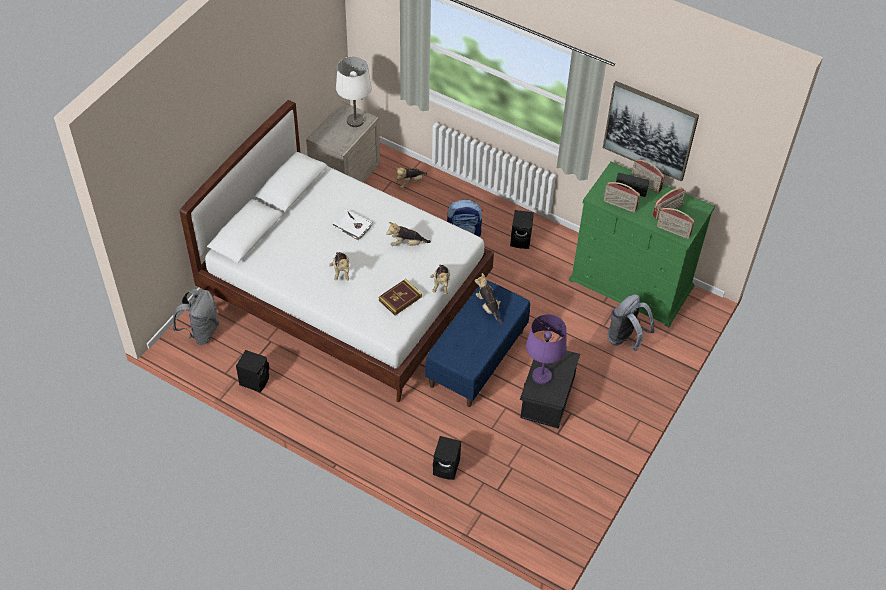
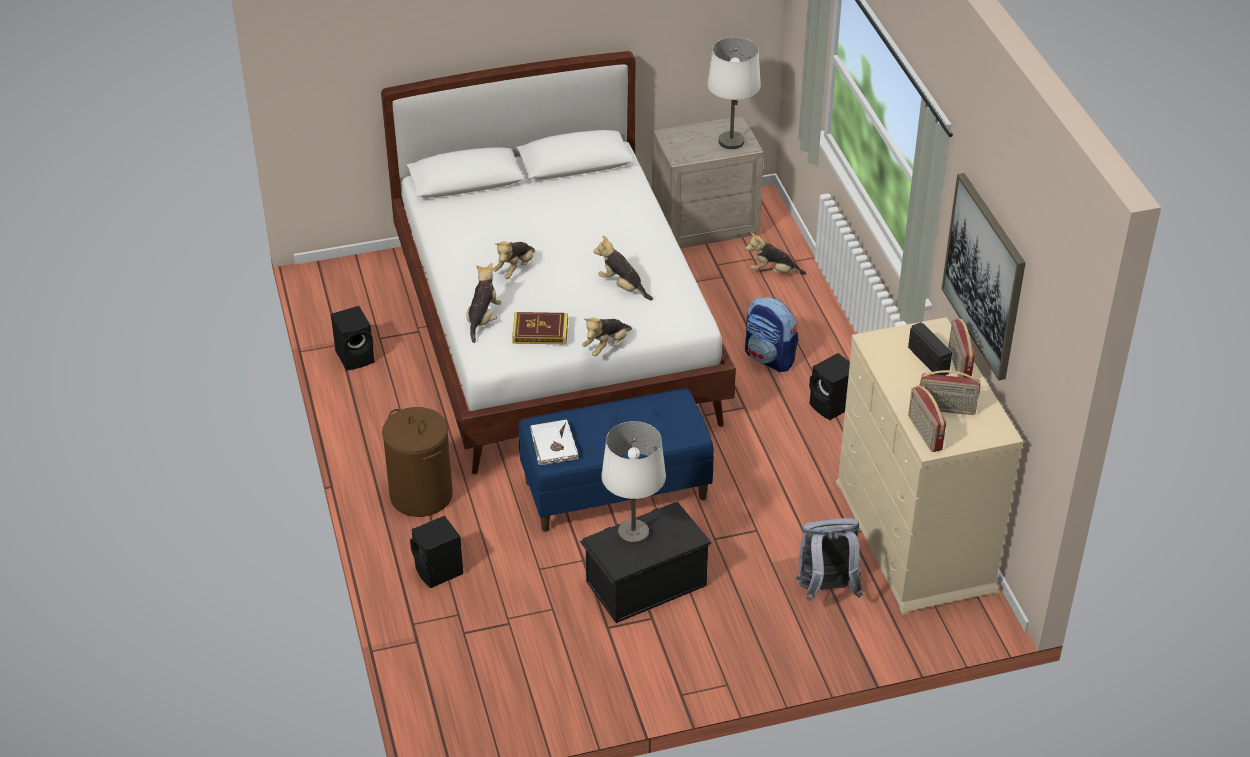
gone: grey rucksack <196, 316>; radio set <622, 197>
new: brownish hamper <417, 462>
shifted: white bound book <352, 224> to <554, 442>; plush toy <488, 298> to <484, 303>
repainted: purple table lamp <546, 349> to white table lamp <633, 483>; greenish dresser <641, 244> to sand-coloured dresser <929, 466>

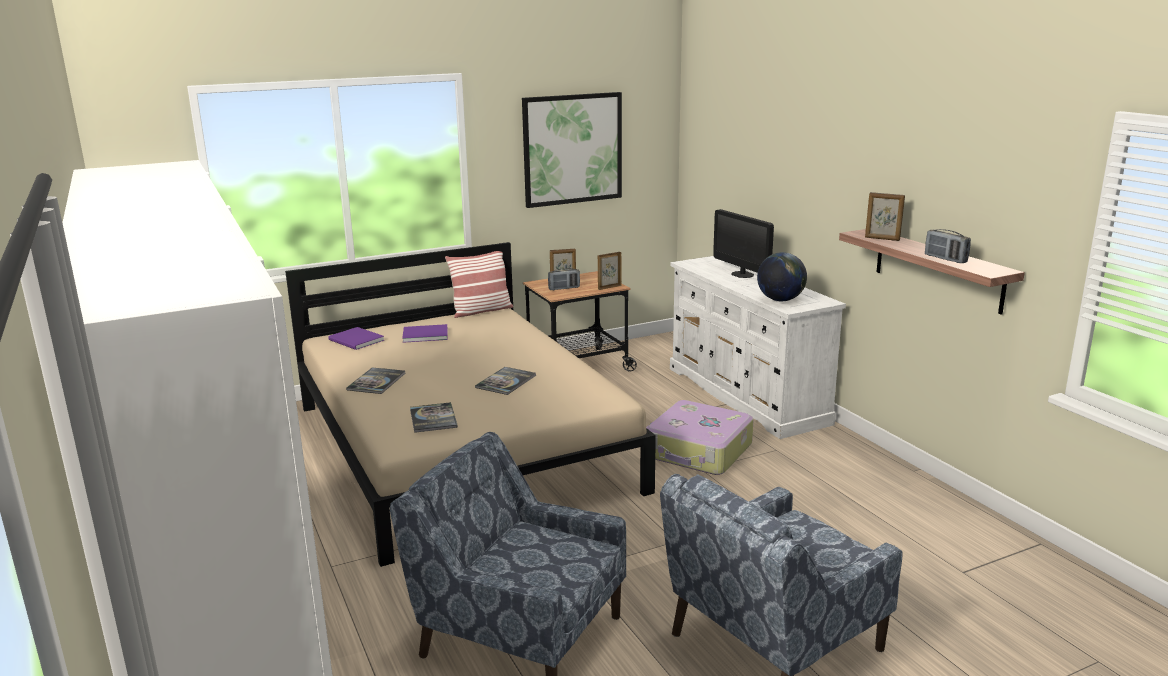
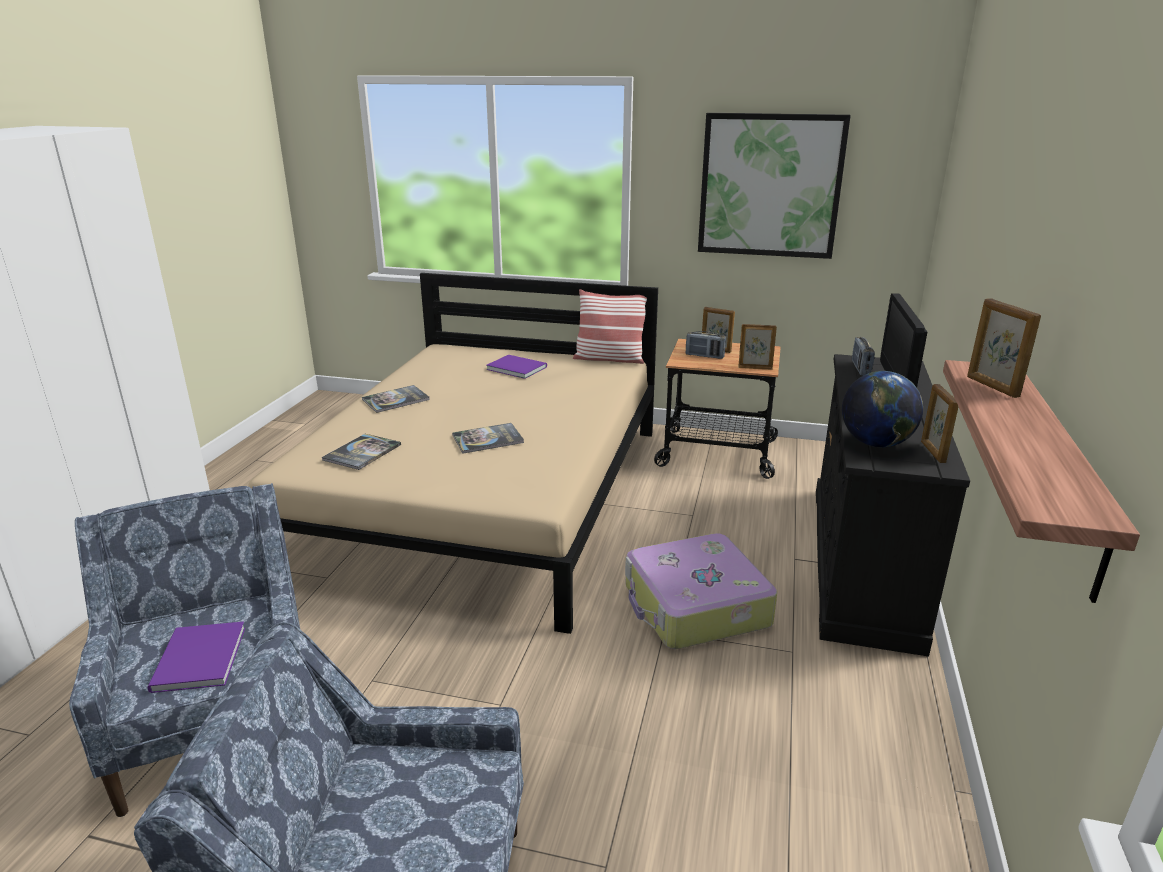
new: picture frame <939, 423>
shifted: purple bound book <356, 338> to <196, 657>; radio set <948, 246> to <863, 356>
repainted: white dresser <758, 347> to black-coloured dresser <893, 505>

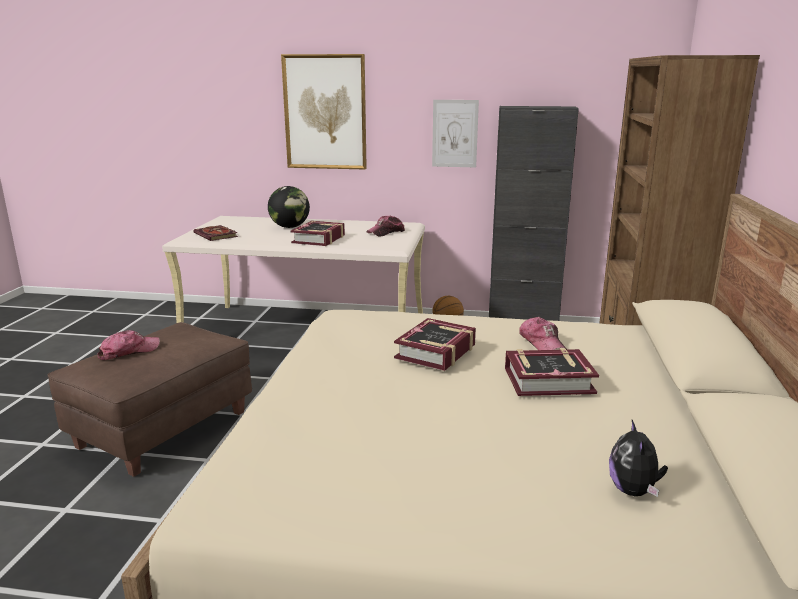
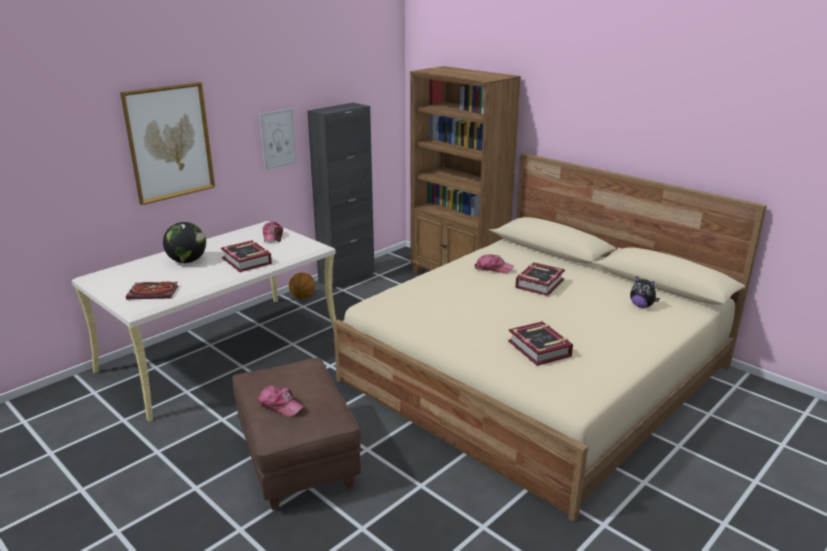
shifted: bound book <435, 344> to <540, 343>
rotated: baseball cap <128, 345> = <281, 401> 120 degrees clockwise

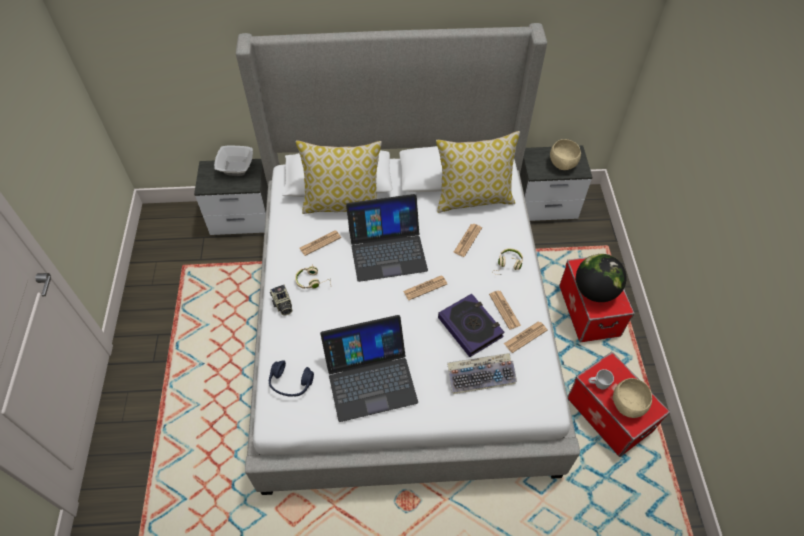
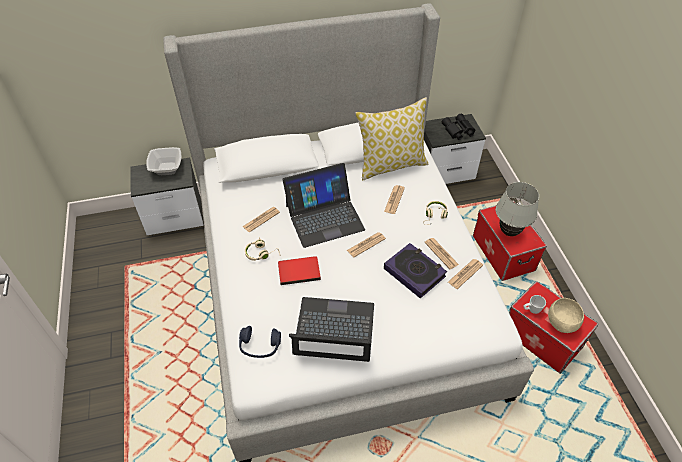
gone: still camera <281, 299>; pillow <339, 177>; PC keyboard <482, 373>
new: red bound book <299, 270>
swapped: sand-coloured deep dish <565, 154> to black-coloured field glasses <458, 127>; globe <601, 278> to white table lamp <517, 209>
rotated: notebook computer <369, 368> = <331, 329> 150 degrees counterclockwise

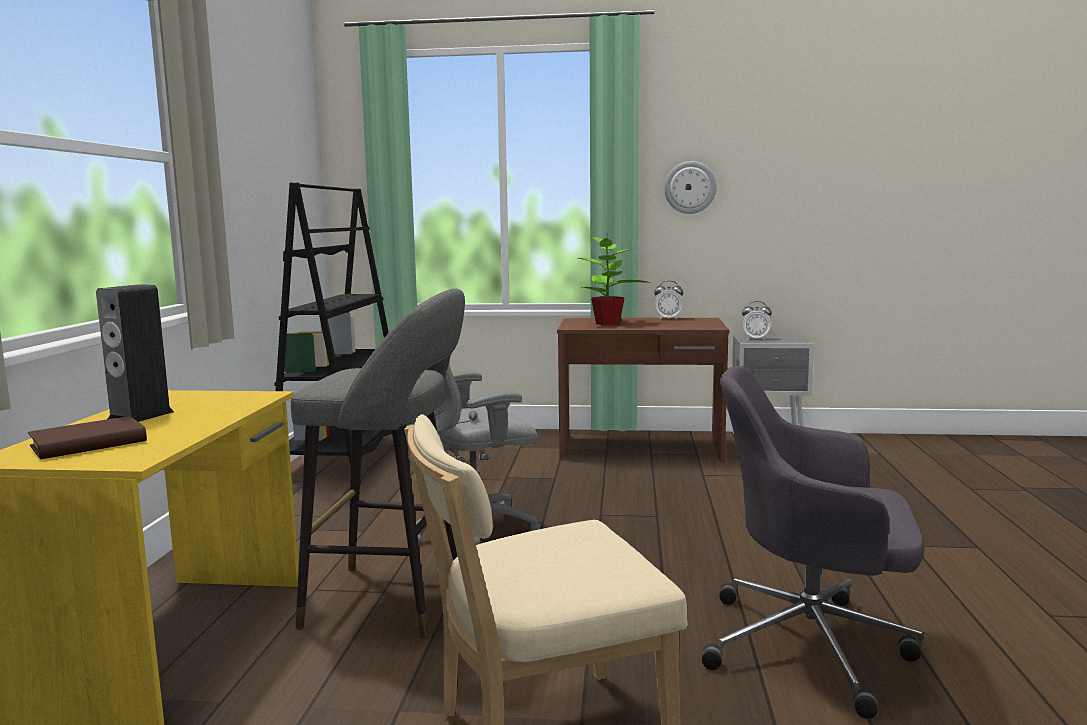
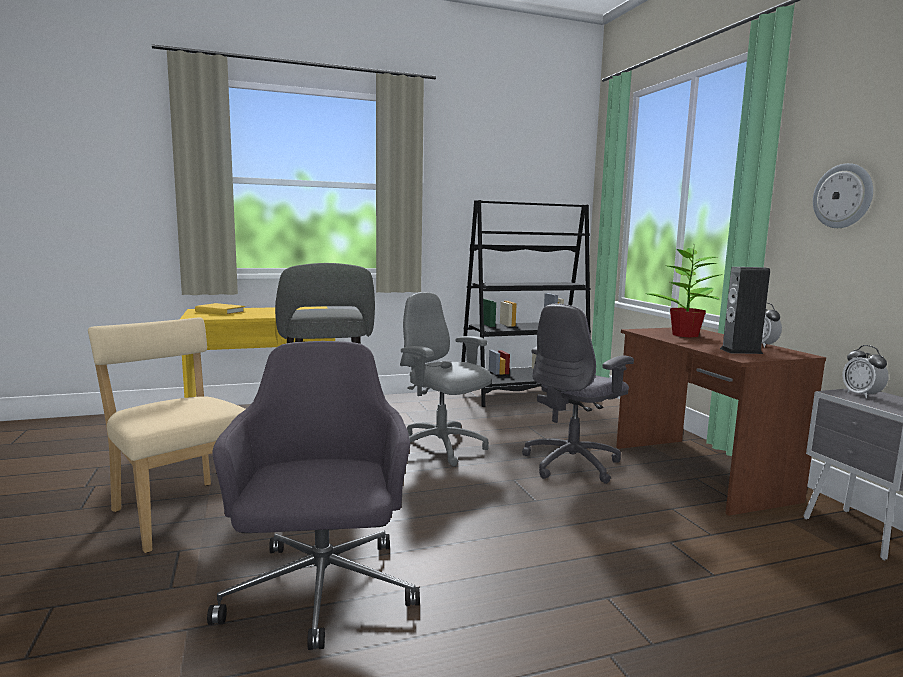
new: grey office chair <578, 394>
shifted: audio speaker <135, 353> to <745, 310>
repainted: brownish bound book <87, 437> to yellowish bound book <220, 309>

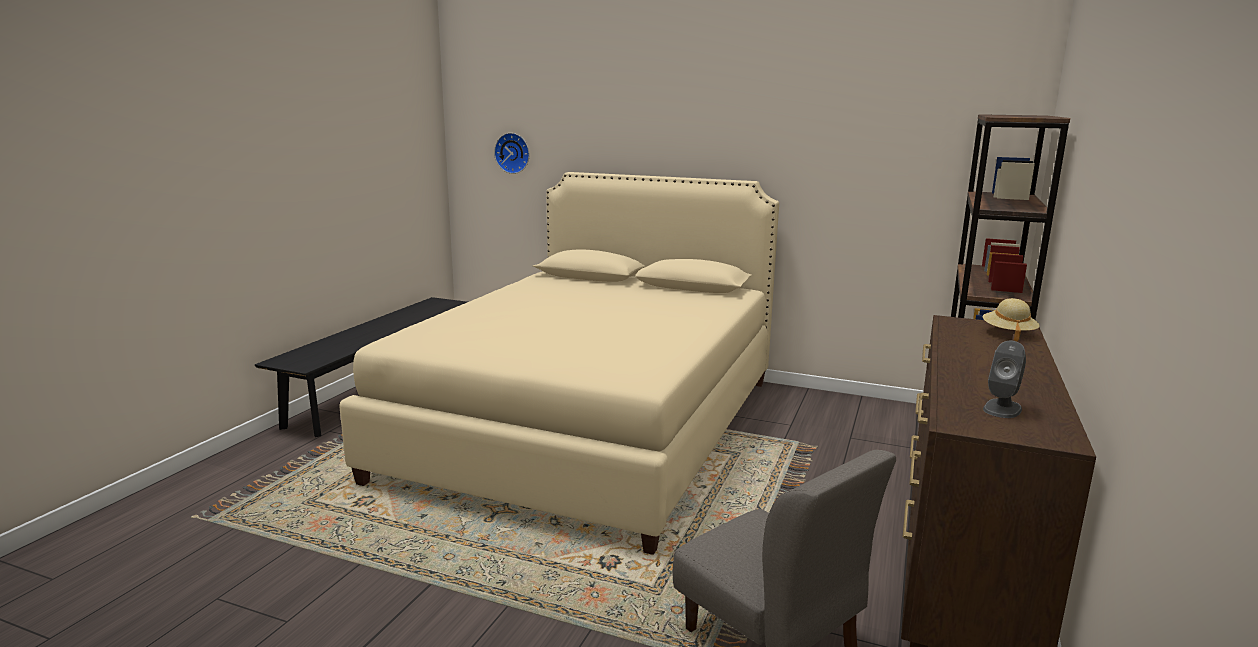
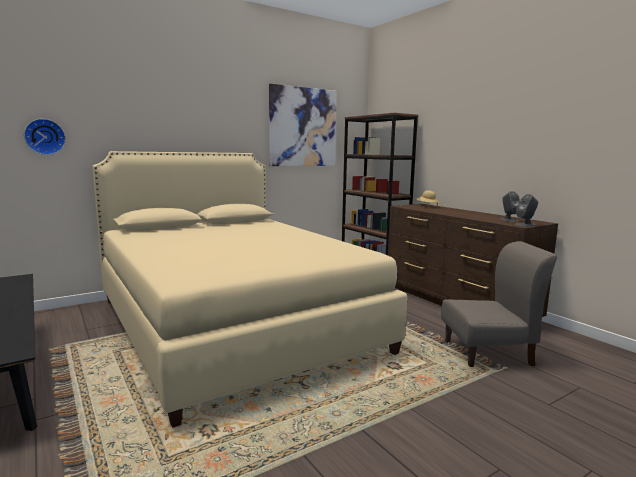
new: picture <303, 125>; grey audio speaker <526, 210>

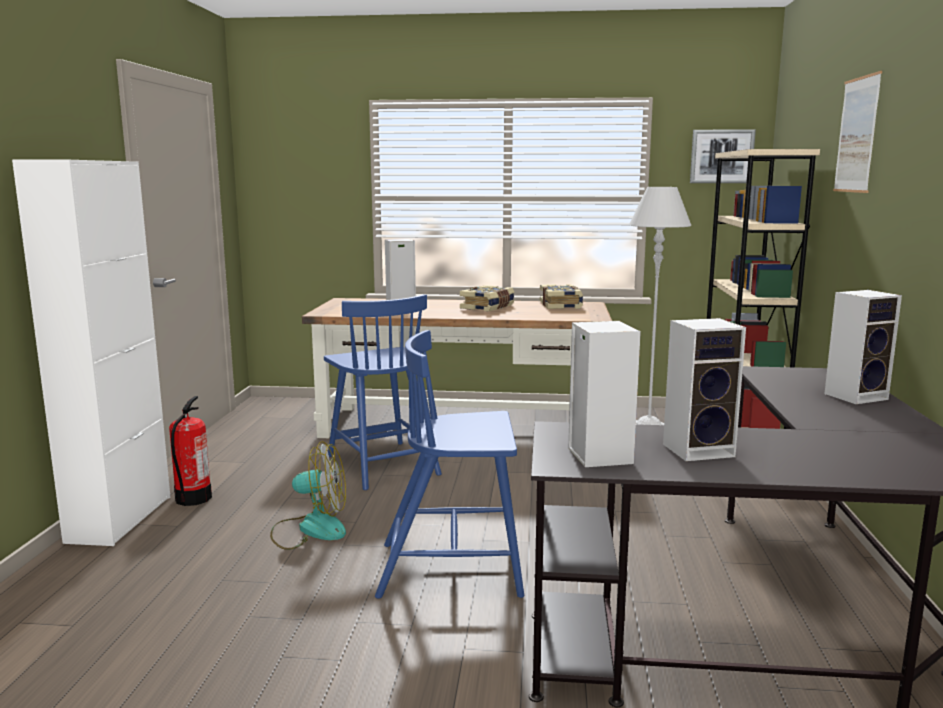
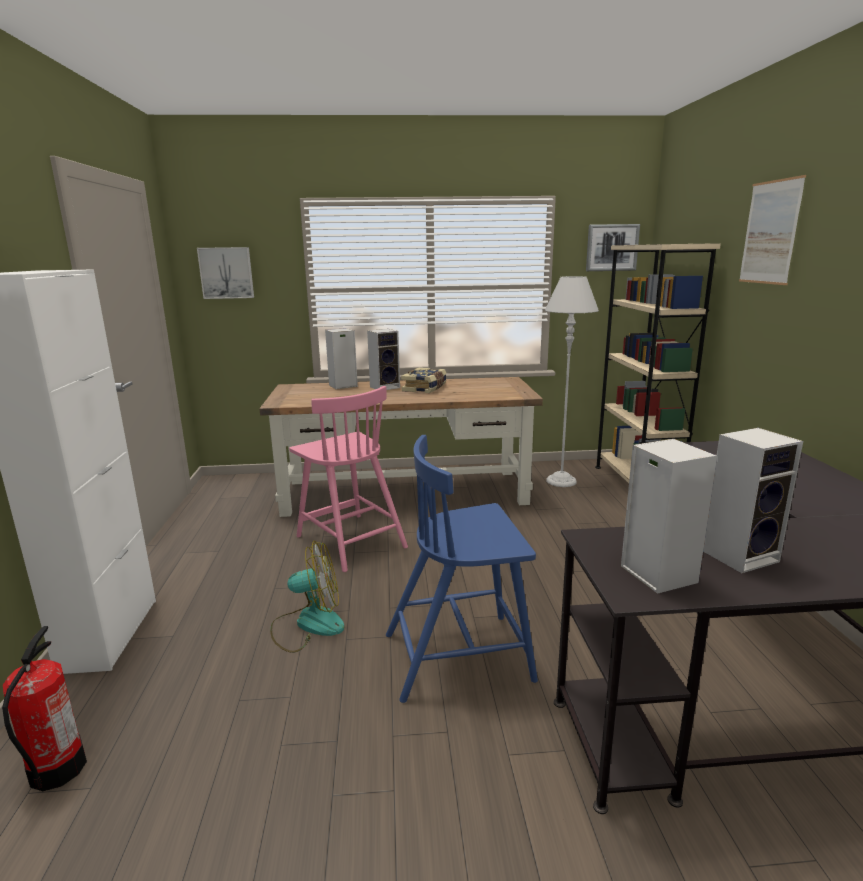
gone: bound book <561, 296>
new: picture <225, 273>
shifted: fire extinguisher <190, 451> to <44, 708>; audio speaker <863, 347> to <383, 359>
repainted: bluish plain chair <383, 392> to pinkish plain chair <348, 479>

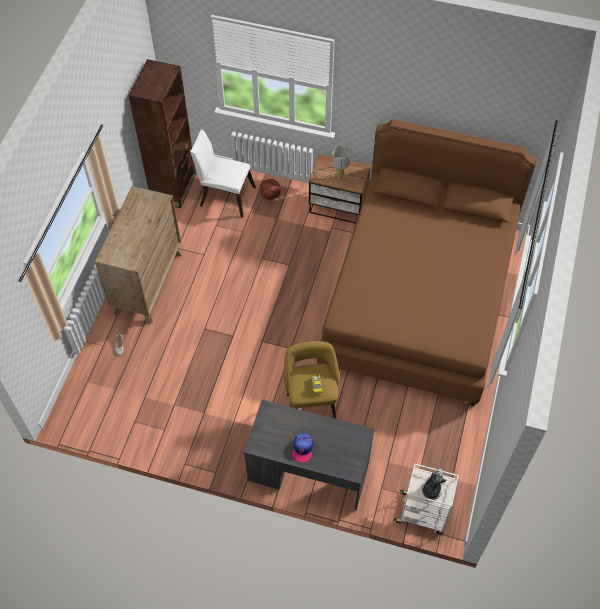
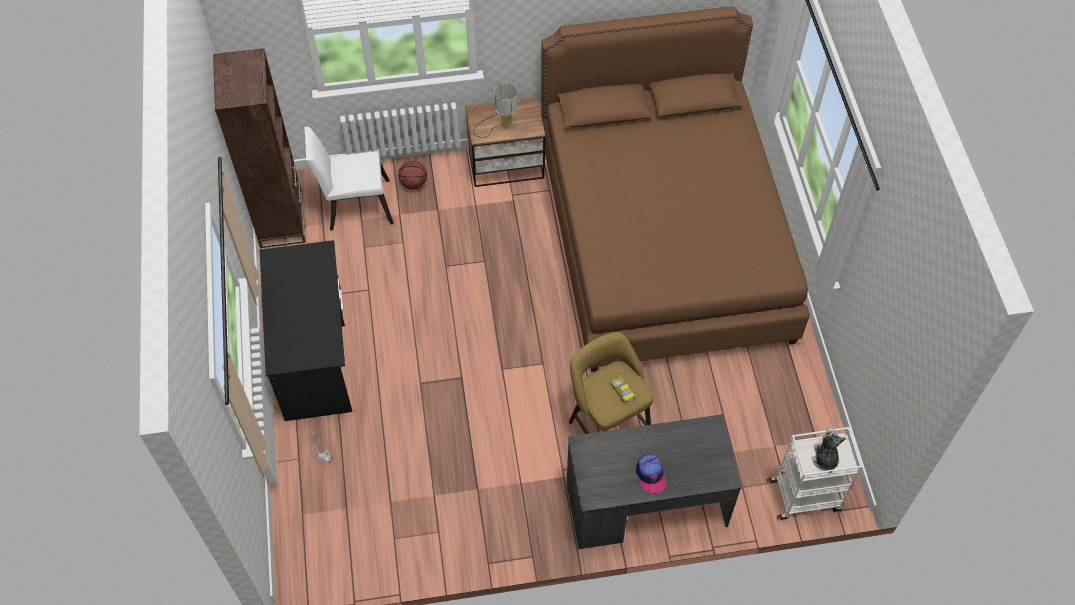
swapped: brownish dresser <138, 255> to black-coloured desk <306, 330>

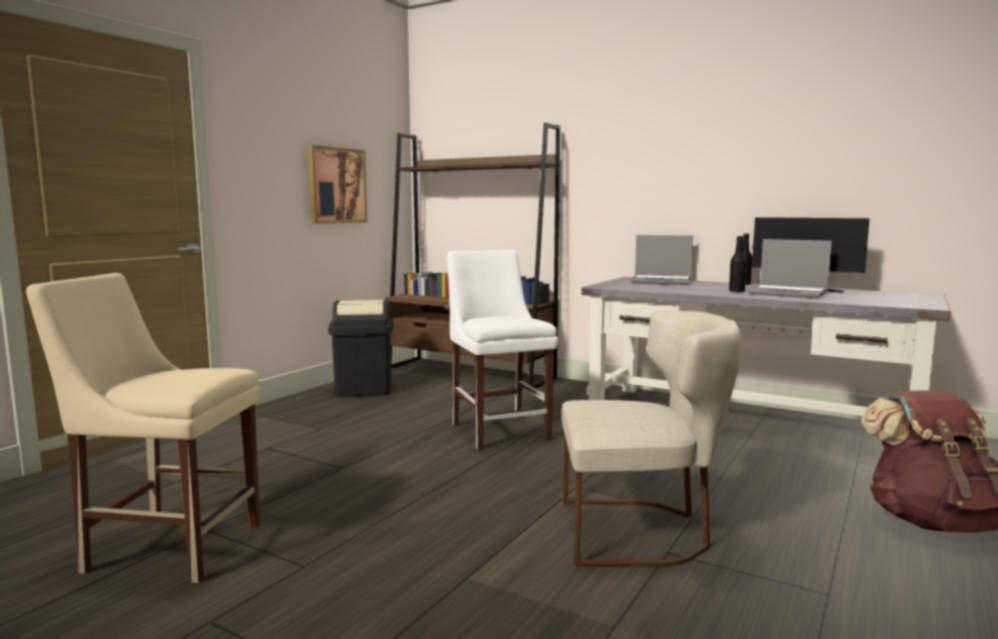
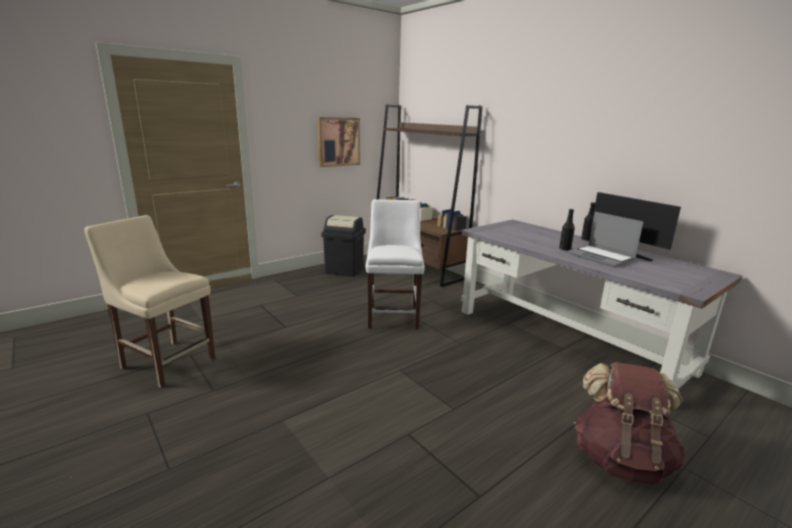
gone: sand-coloured plain chair <651, 438>; notebook computer <662, 260>

